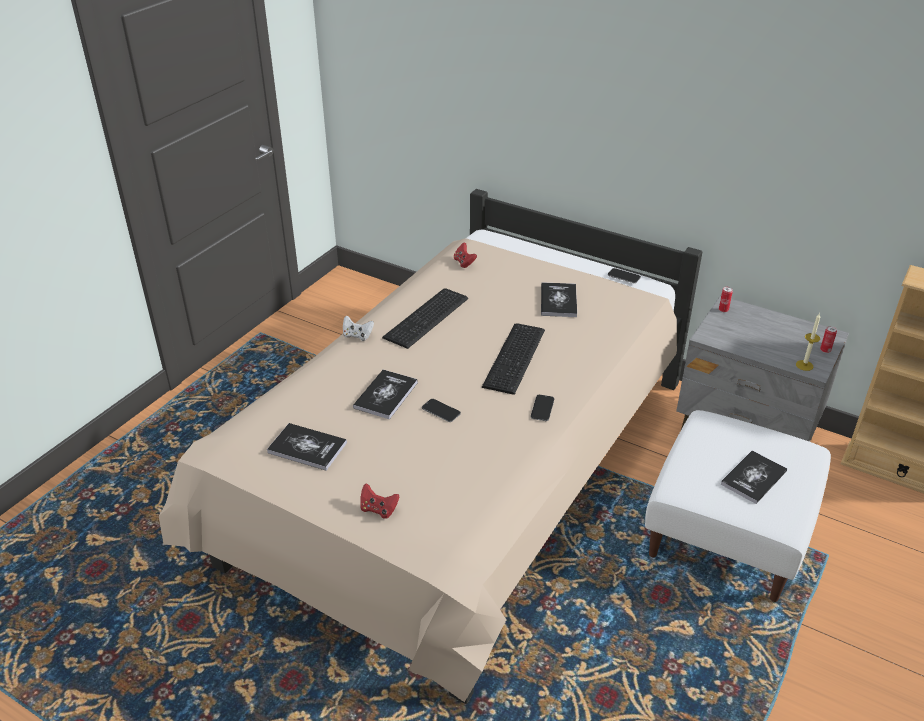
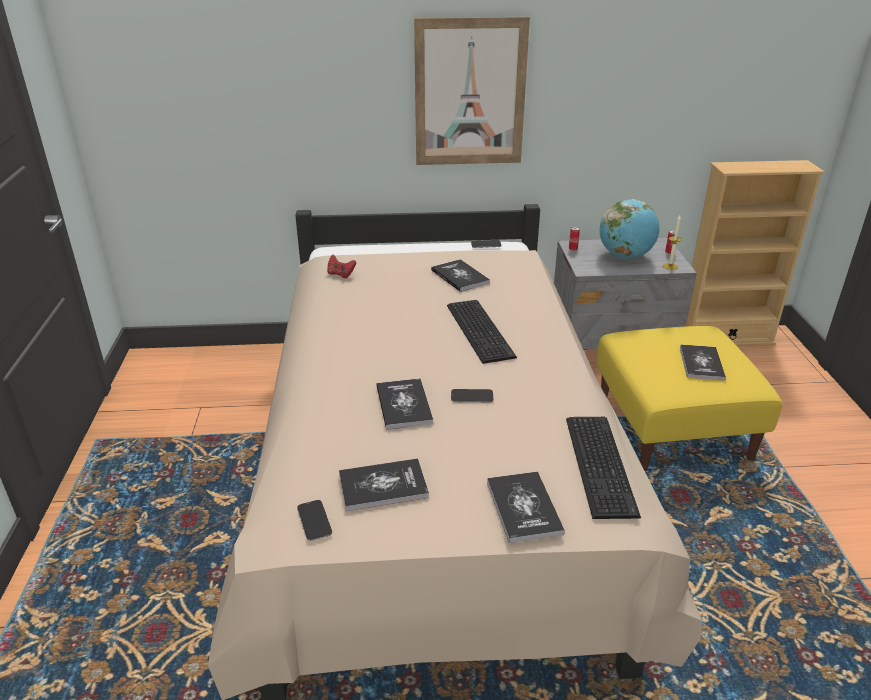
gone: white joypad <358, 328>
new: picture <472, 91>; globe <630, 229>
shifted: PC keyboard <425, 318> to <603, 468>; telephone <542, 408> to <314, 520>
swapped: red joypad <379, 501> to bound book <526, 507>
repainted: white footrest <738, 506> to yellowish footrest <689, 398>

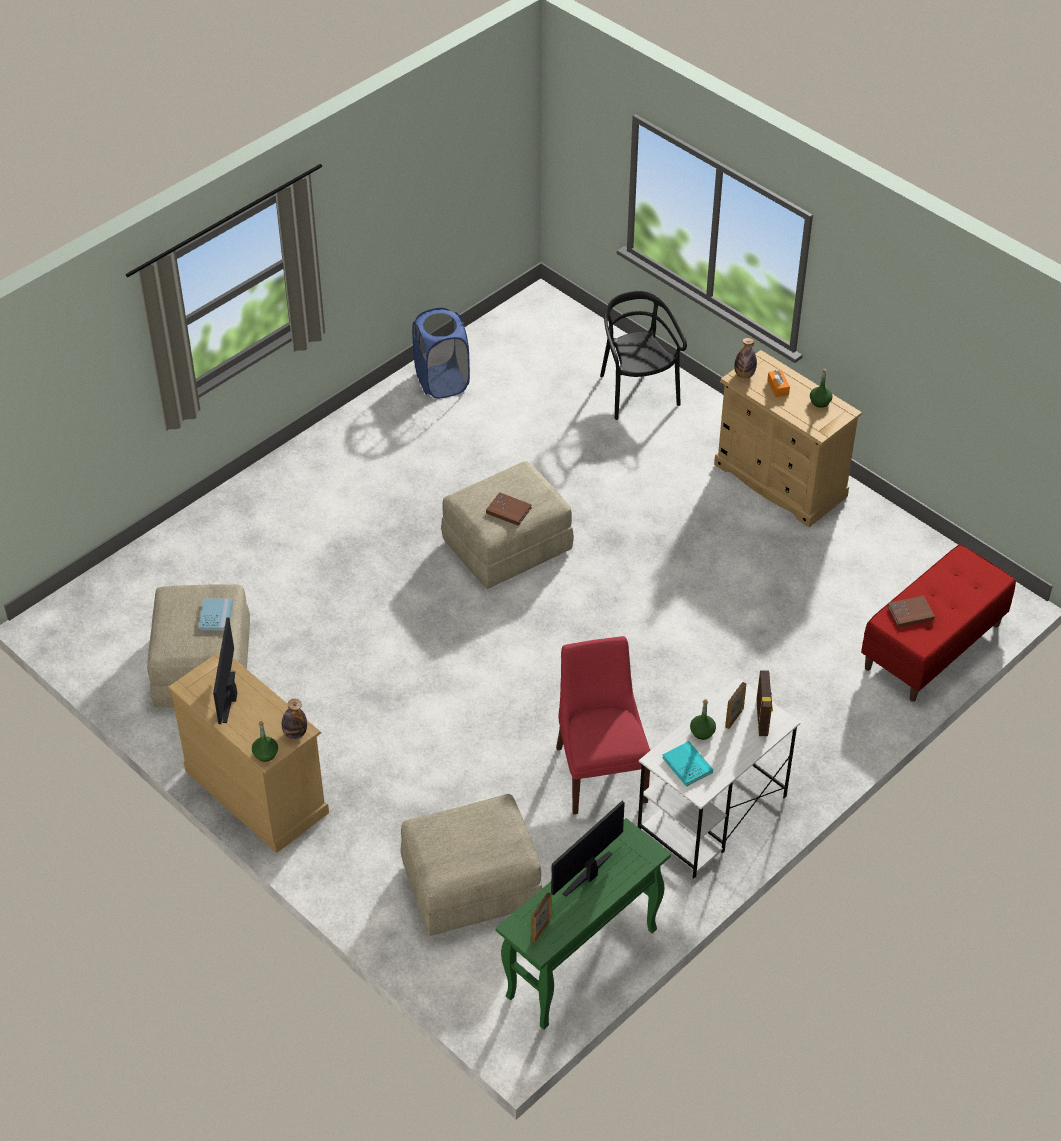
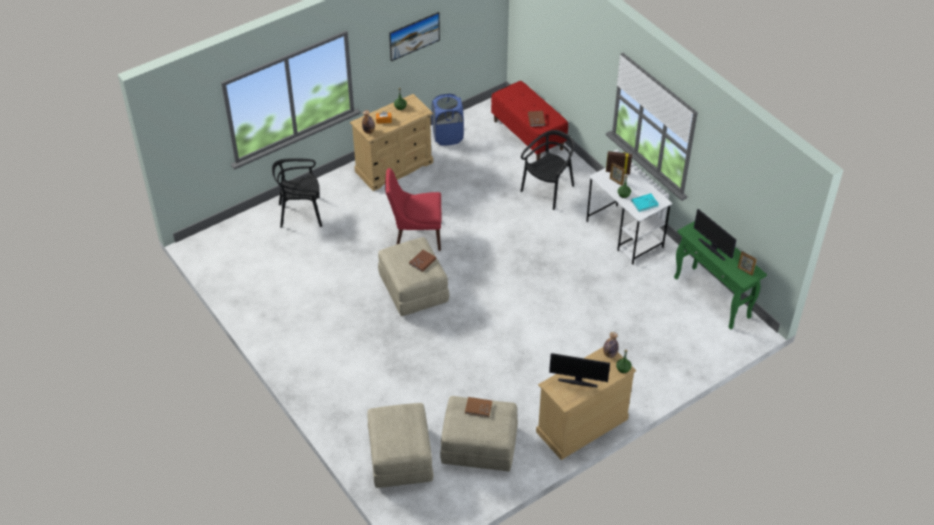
new: picture <414, 36>; black-coloured plain chair <547, 170>
shifted: sand-coloured footrest <471, 865> to <400, 445>; bluish hamper <441, 353> to <448, 120>; red plain chair <603, 725> to <413, 209>
repainted: bluish bound book <216, 614> to brownish bound book <478, 407>

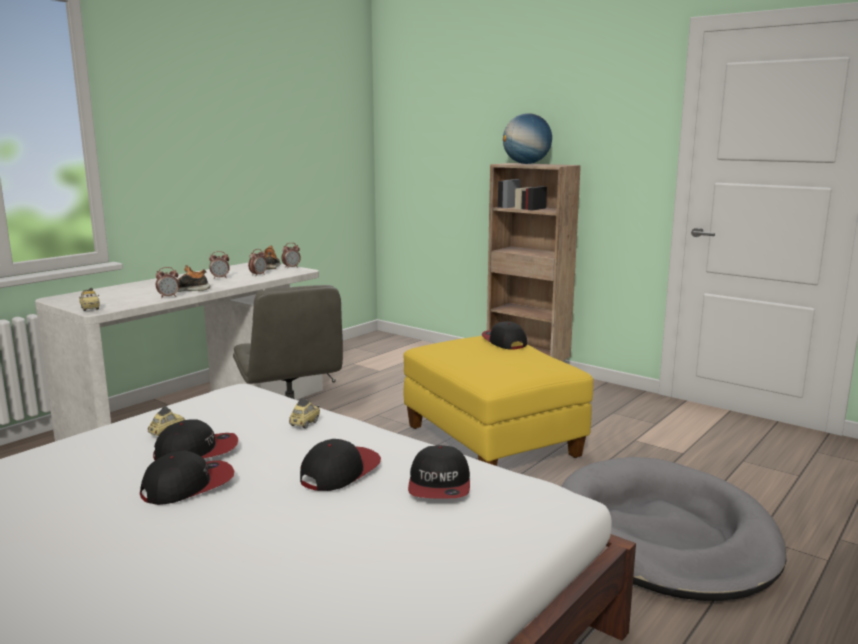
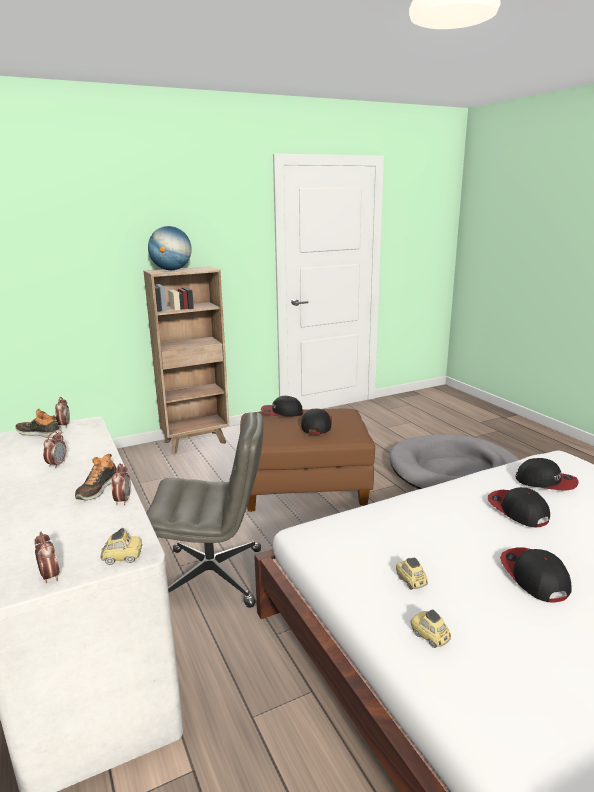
shifted: baseball cap <195, 439> to <316, 421>; bedside clock <257, 262> to <46, 557>; toy car <304, 413> to <430, 629>
repainted: yellowish footrest <498, 401> to brownish footrest <307, 460>

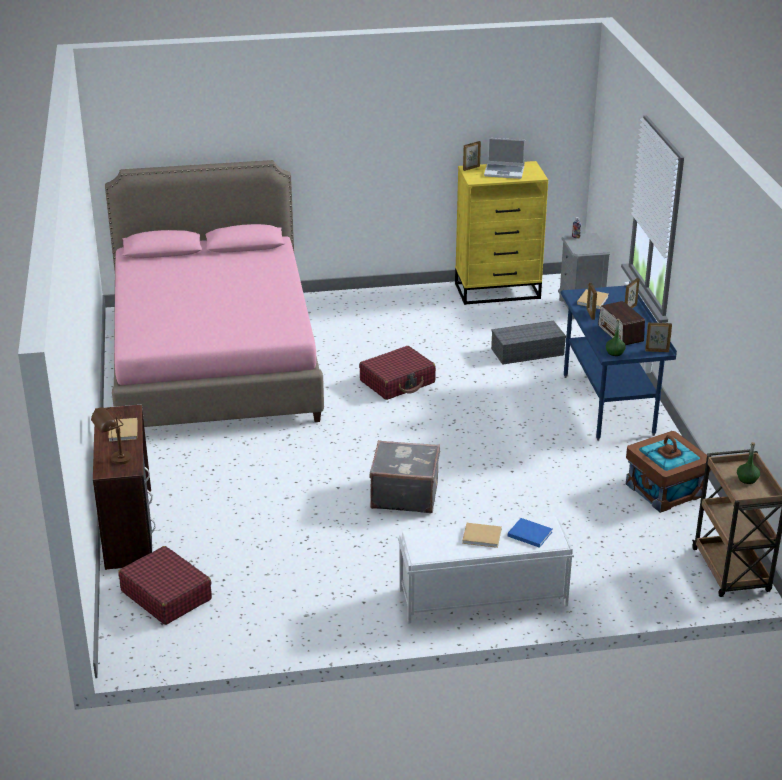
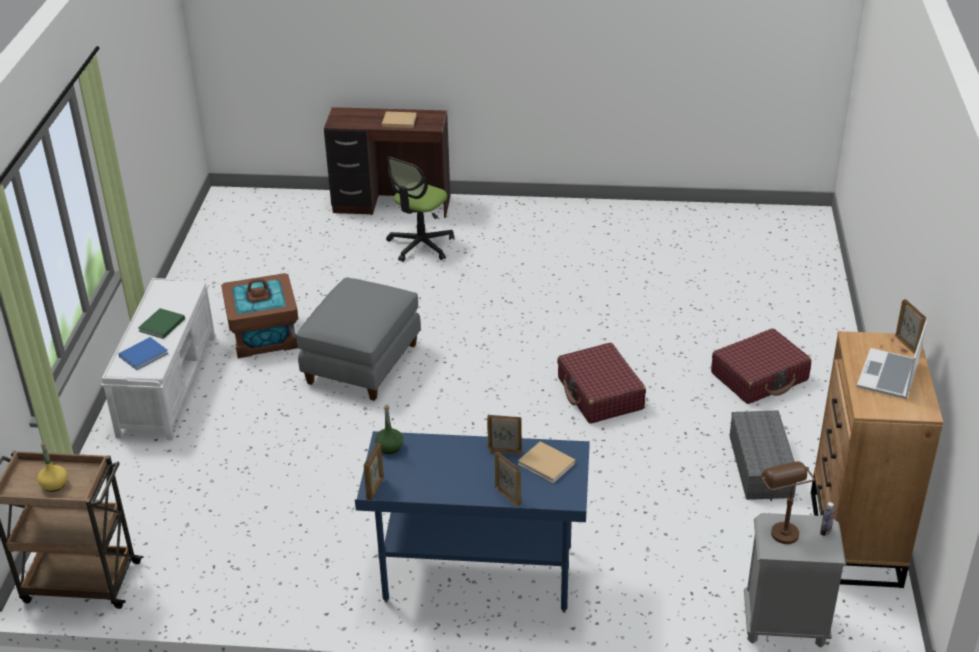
gone: pinkish bedroom bed <214, 293>; radio set <621, 323>
new: office chair <420, 209>
shifted: brownish table lamp <111, 436> to <787, 502>; red suitcase <165, 585> to <761, 366>; grey storage box <528, 342> to <763, 455>; brownish storage box <668, 472> to <259, 315>
swapped: grey suitcase <404, 476> to grey footrest <358, 339>
repainted: yellowish dresser <501, 233> to brownish dresser <877, 459>; sand-coloured bound book <482, 535> to greenish bound book <161, 323>; greenish beverage bottle <748, 463> to yellowish beverage bottle <52, 467>

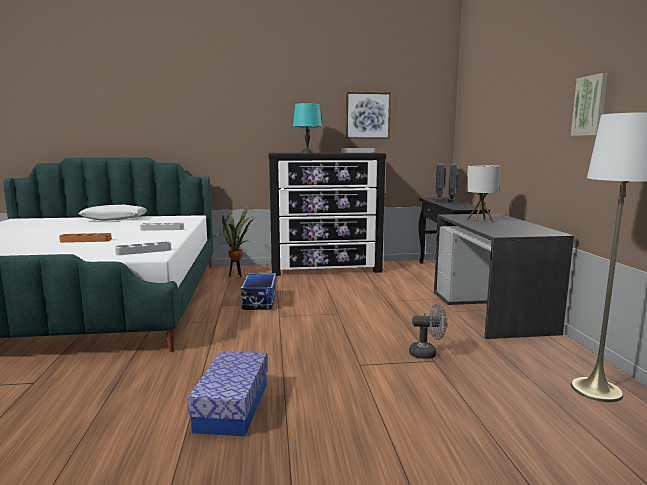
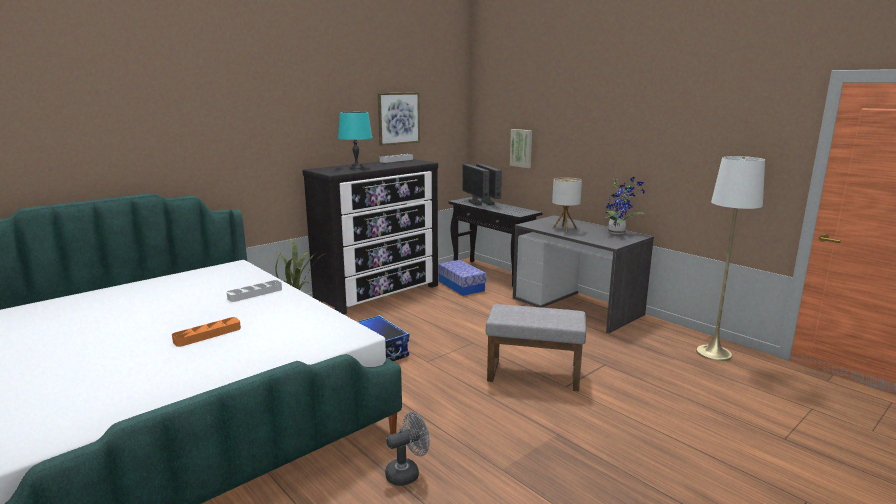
gone: white pillow <113, 213>; grey tray <143, 248>
new: grey footrest <536, 347>; houseplant <625, 205>
shifted: storage box <227, 393> to <462, 278>; grey cooling fan <428, 331> to <407, 449>; picture <589, 104> to <521, 148>

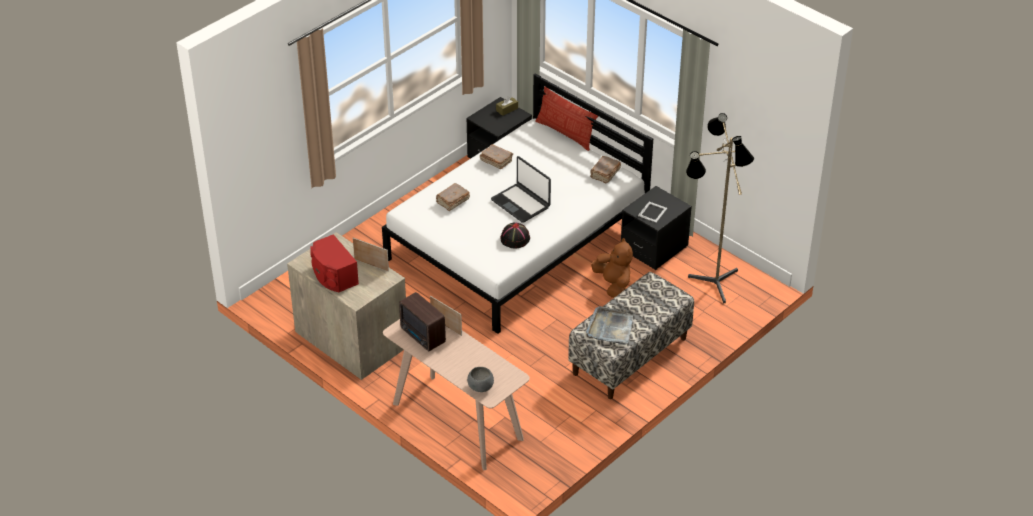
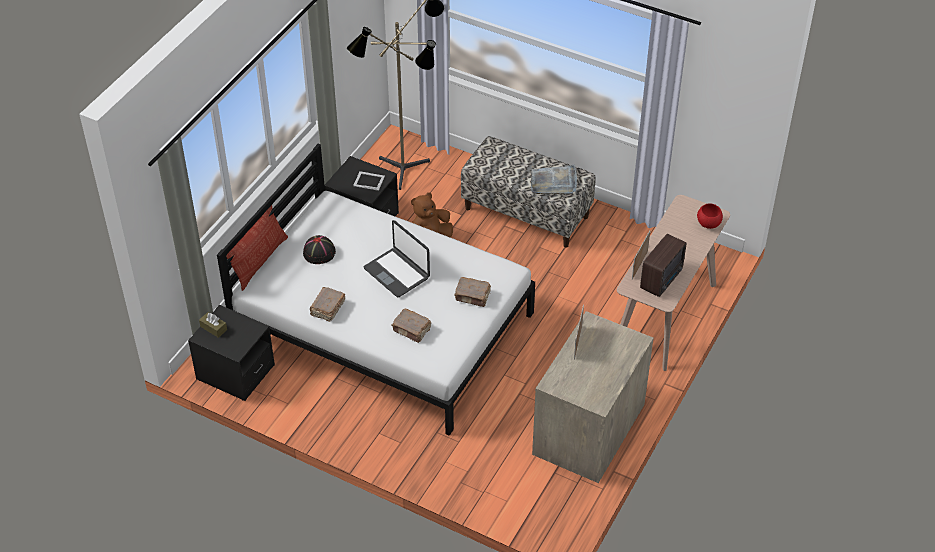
gone: red audio speaker <334, 263>
shifted: black-coloured clothing hat <515, 236> to <319, 249>; brownish bound book <605, 170> to <472, 292>
repainted: grey deep dish <480, 379> to red deep dish <710, 216>
rotated: notebook computer <521, 189> = <397, 258> 105 degrees clockwise

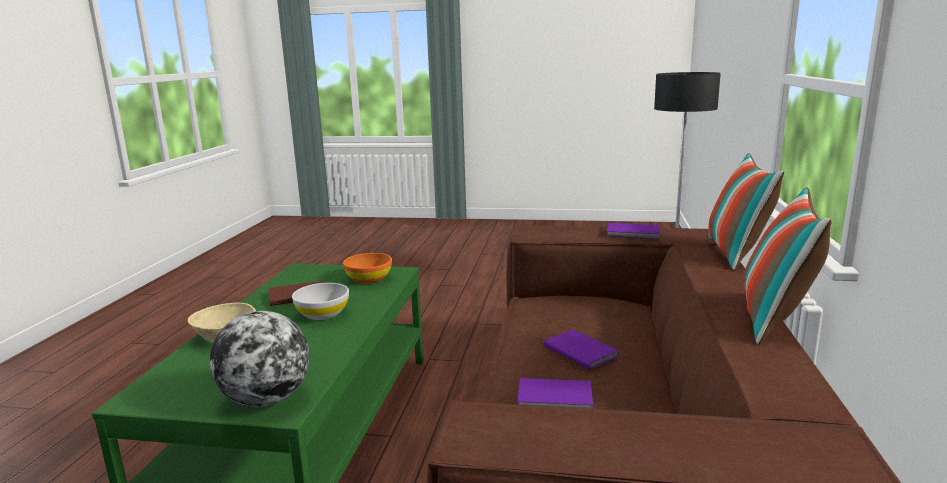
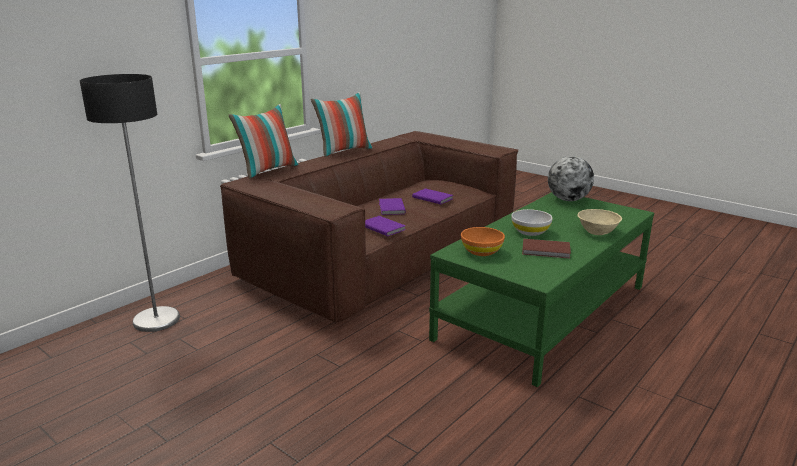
shifted: purple bound book <633, 231> to <385, 226>

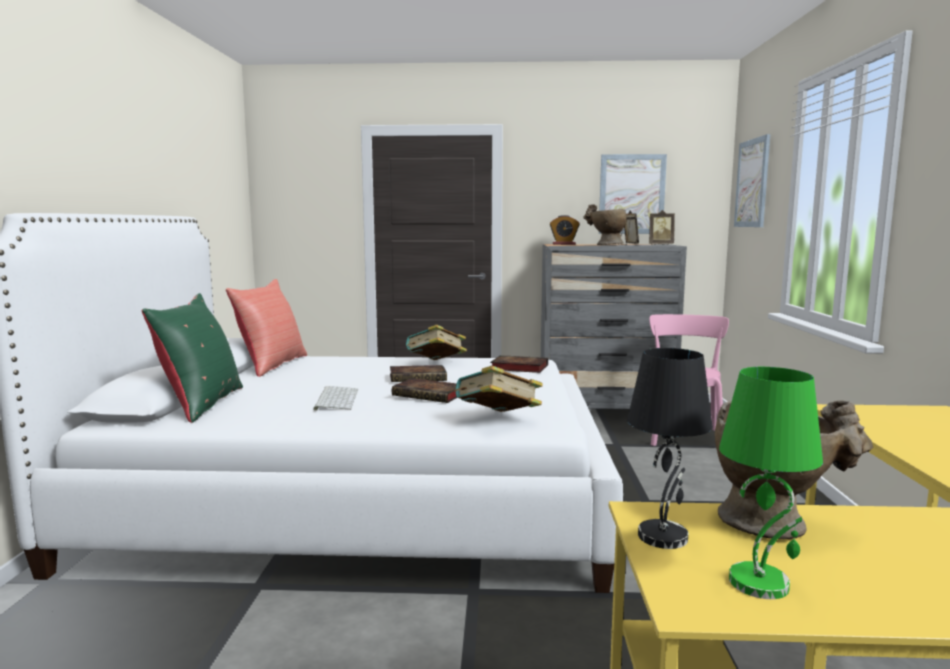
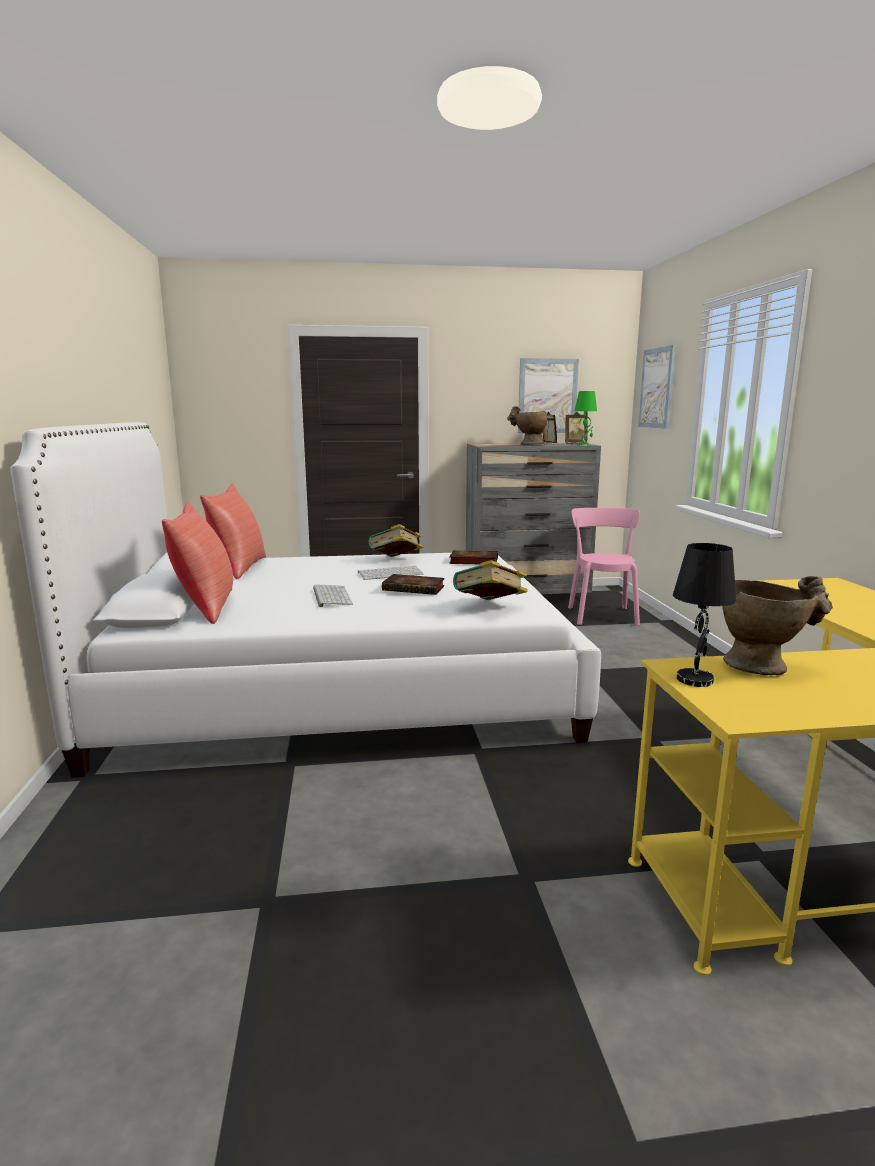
gone: bedside clock <565, 230>
shifted: greenish table lamp <771, 483> to <586, 418>
swapped: bound book <418, 373> to PC keyboard <391, 573>
repainted: greenish pillow <192, 358> to red pillow <197, 562>

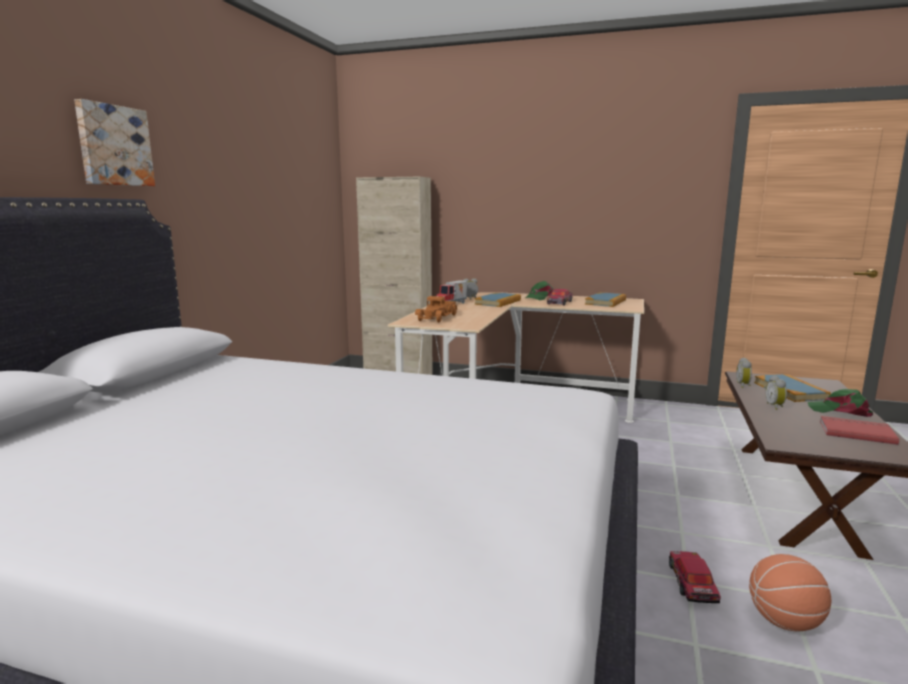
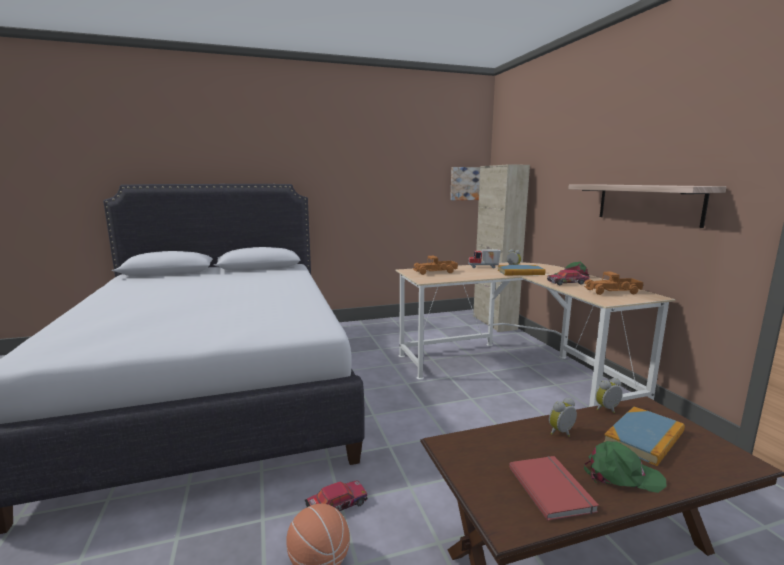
new: wall shelf <647, 206>
shifted: picture <114, 142> to <465, 183>
swapped: bound book <605, 300> to toy lorry <613, 283>
rotated: greenish baseball cap <840, 403> = <625, 467> 105 degrees clockwise

